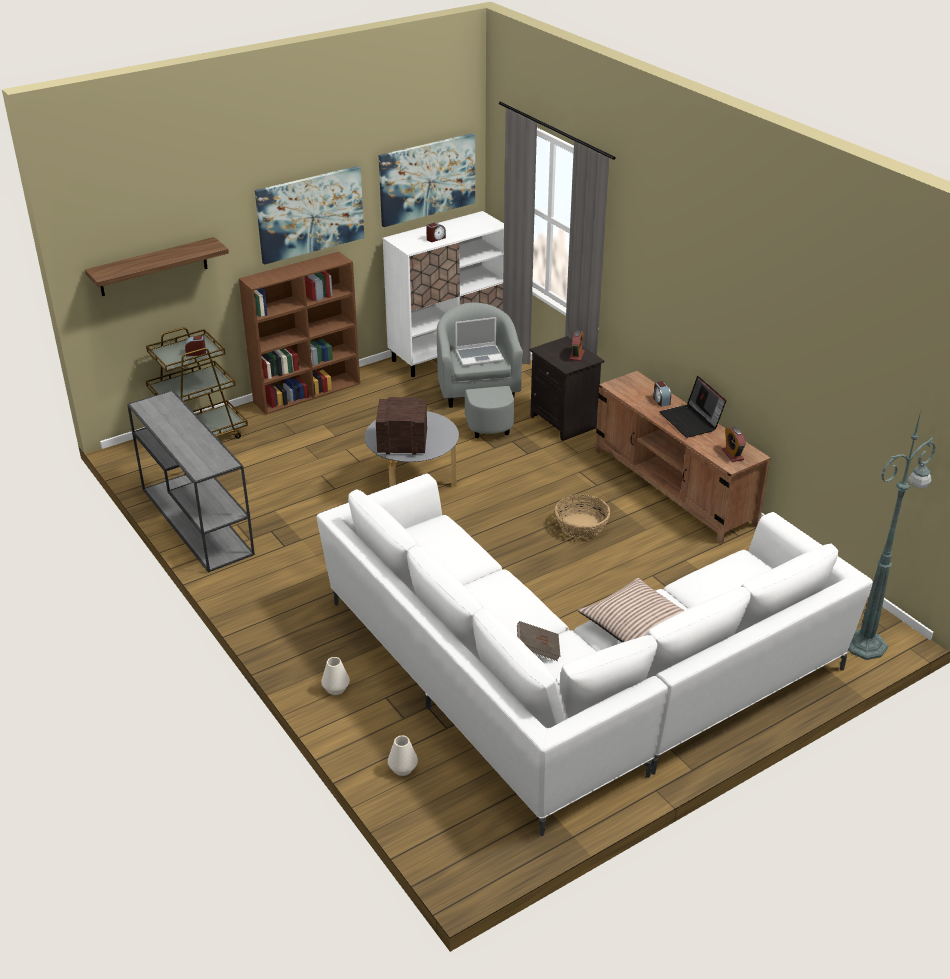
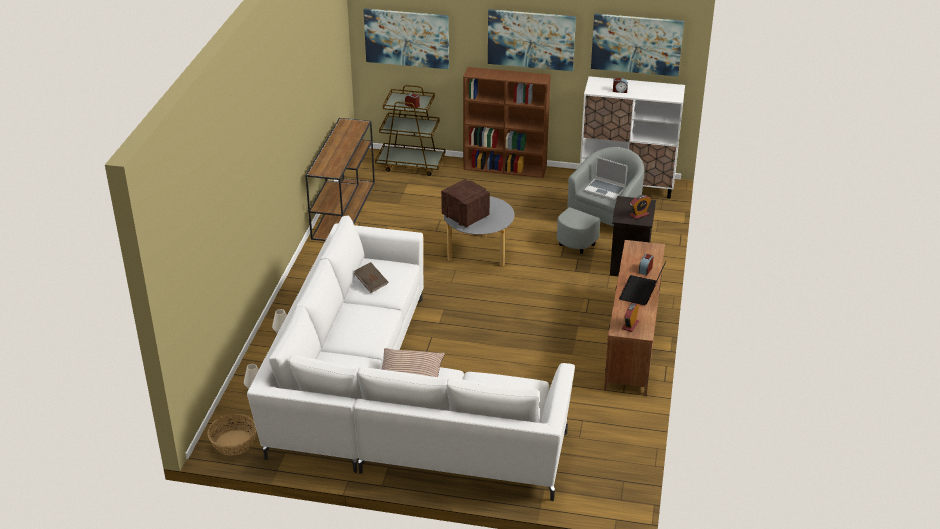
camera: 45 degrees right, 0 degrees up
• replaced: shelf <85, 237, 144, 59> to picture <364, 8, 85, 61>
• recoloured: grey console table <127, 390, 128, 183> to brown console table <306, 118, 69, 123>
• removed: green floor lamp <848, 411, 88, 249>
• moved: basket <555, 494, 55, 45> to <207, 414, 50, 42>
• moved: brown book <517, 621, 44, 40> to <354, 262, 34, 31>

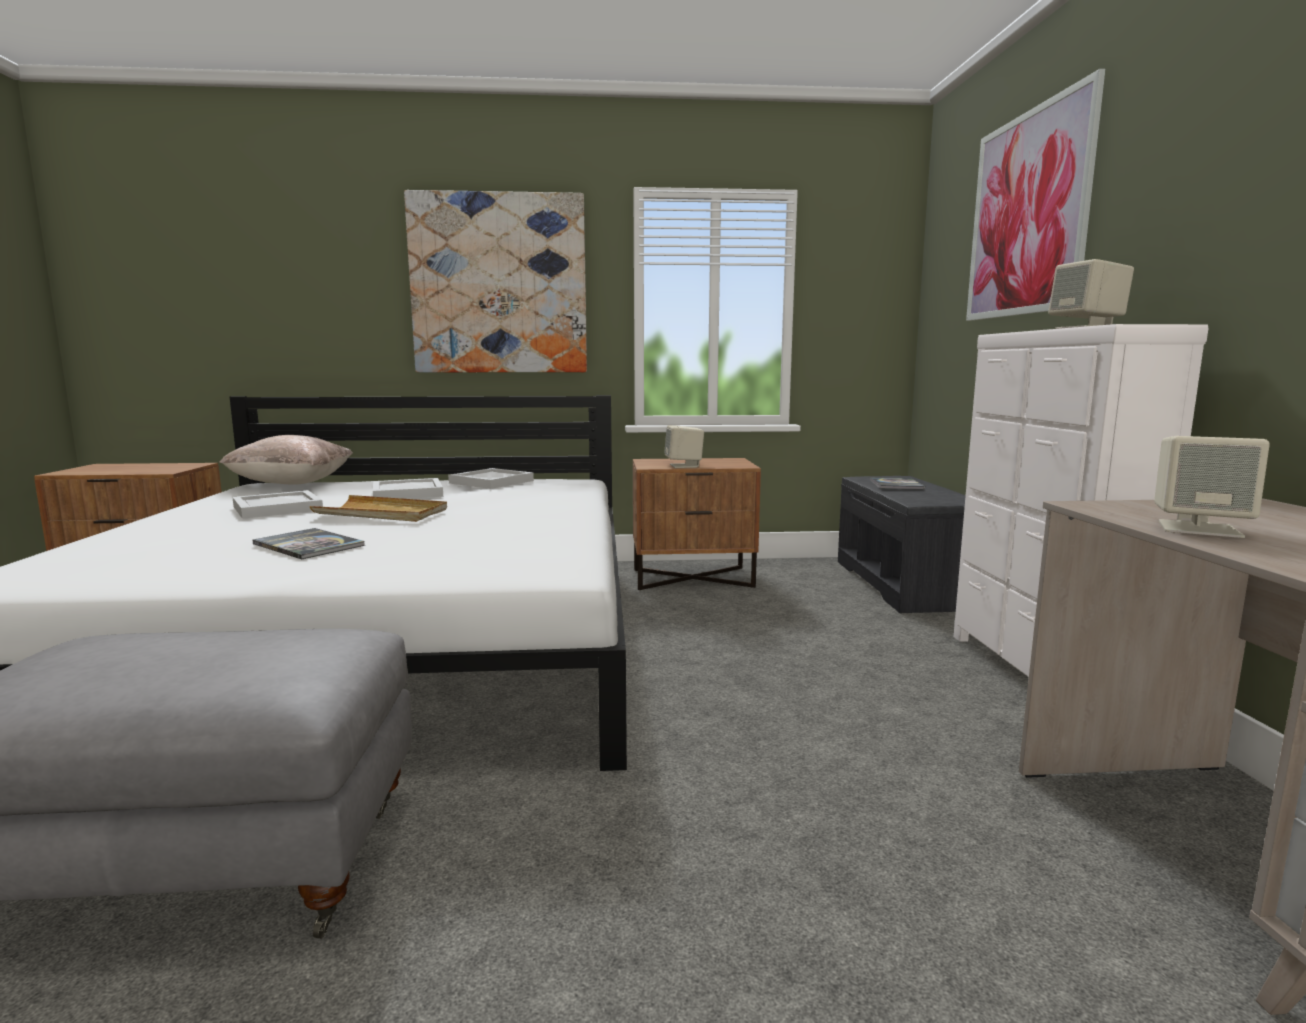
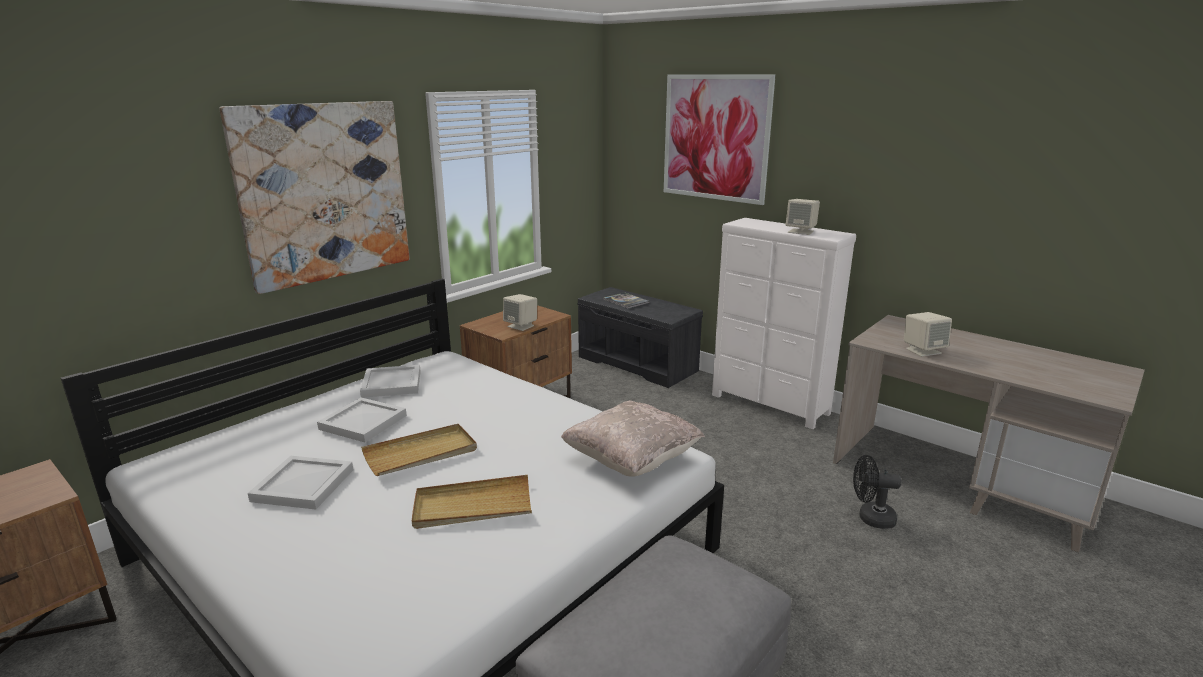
camera: 45 degrees left, 10 degrees up
• moved: beige pillow <219, 435, 134, 50> to <561, 400, 144, 77>
• replaced: book <253, 528, 112, 31> to beige tray <412, 475, 120, 54>
• added: black fan <853, 455, 49, 74>

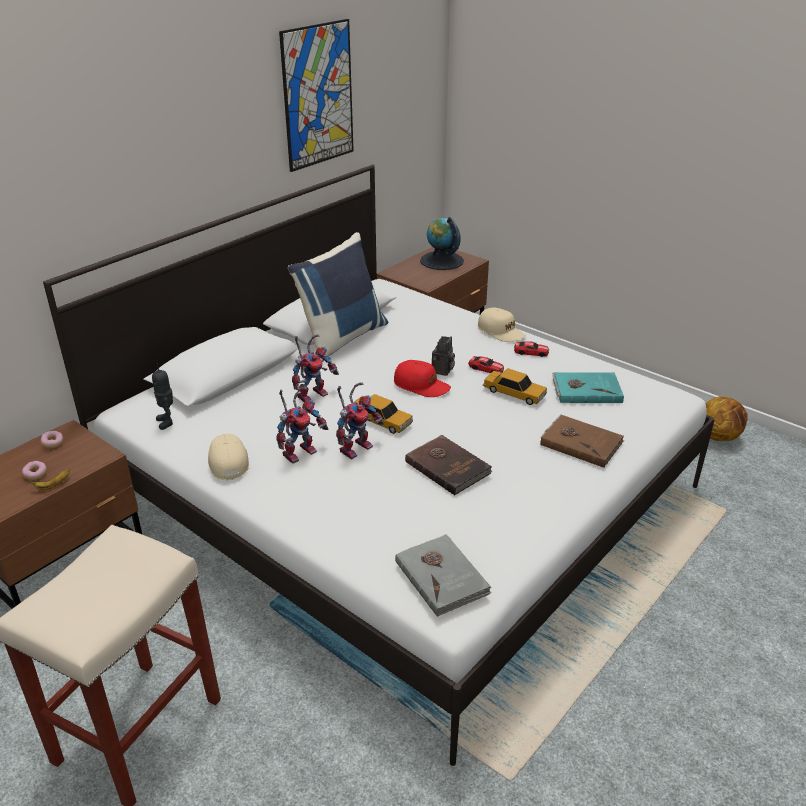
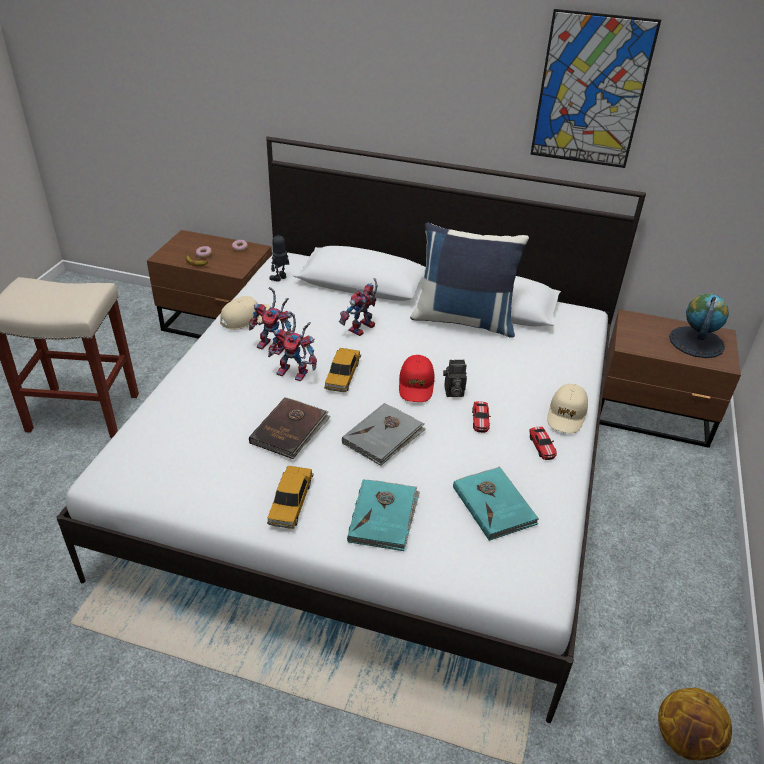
camera: 65 degrees right, 5 degrees up
• turned: toy robot <292, 334, 47, 68> = <339, 278, 39, 58> 105 degrees clockwise
• moved: toy car <483, 368, 64, 37> to <267, 466, 47, 63>
• recoloured: brown book <540, 415, 84, 53> to turquoise book <347, 479, 73, 72>
• moved: grey book <395, 534, 96, 83> to <342, 403, 84, 63>

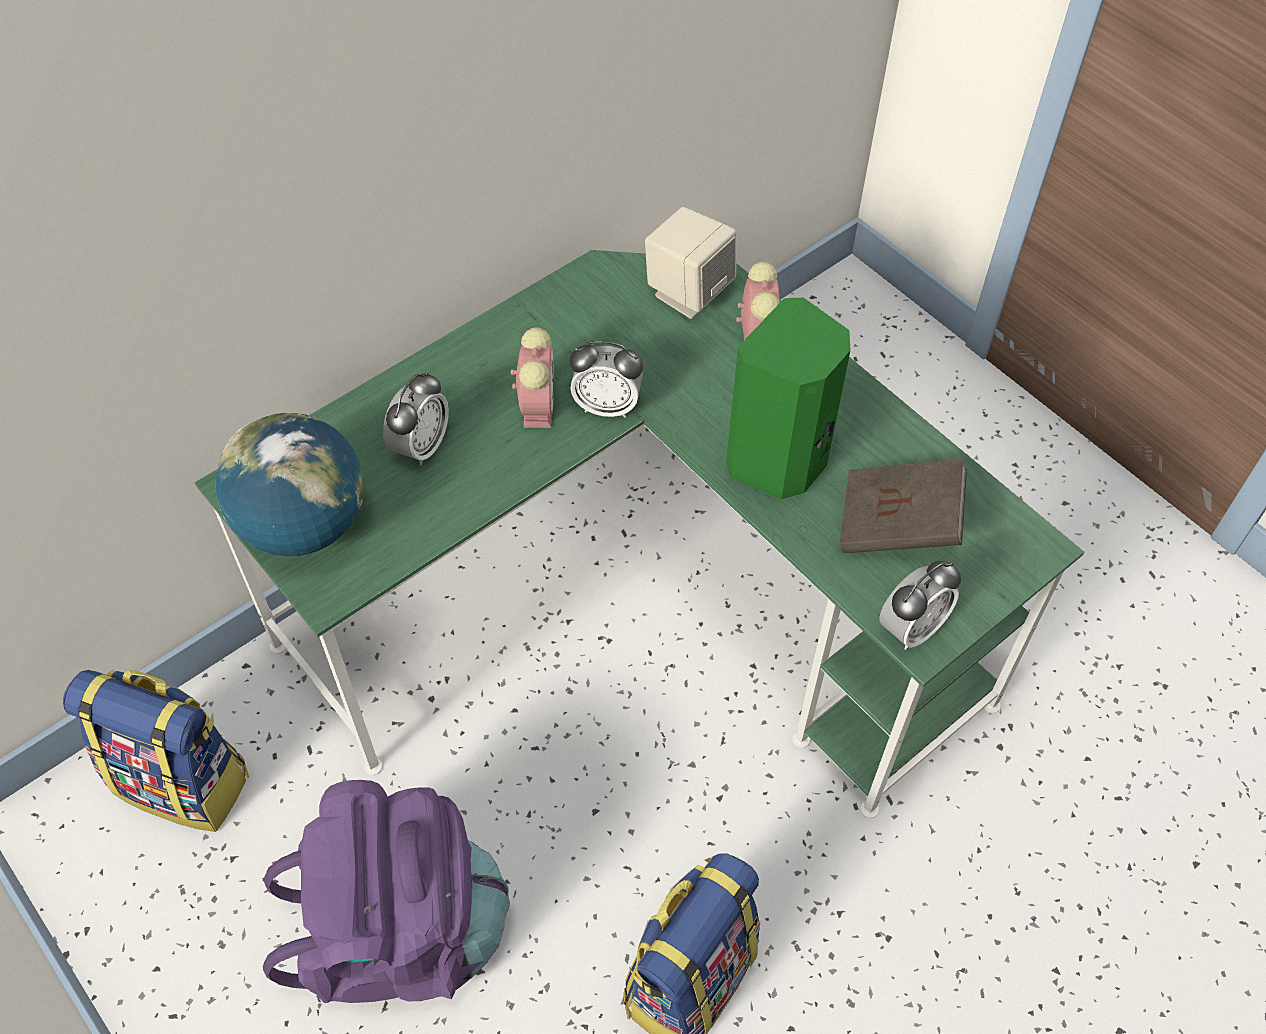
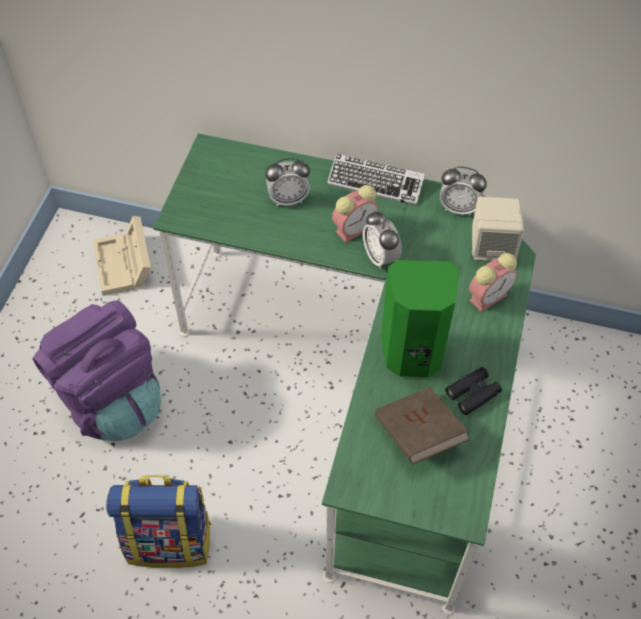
camera: 55 degrees right, 0 degrees up
• removed: globe <216, 413, 147, 143>
• moved: alarm clock <880, 561, 81, 89> to <440, 167, 47, 49>
• replaced: backpack <63, 670, 186, 162> to beige storage box <93, 216, 58, 80>
• added: keyboard <327, 153, 98, 53>
• added: black binoculars <445, 367, 57, 48>

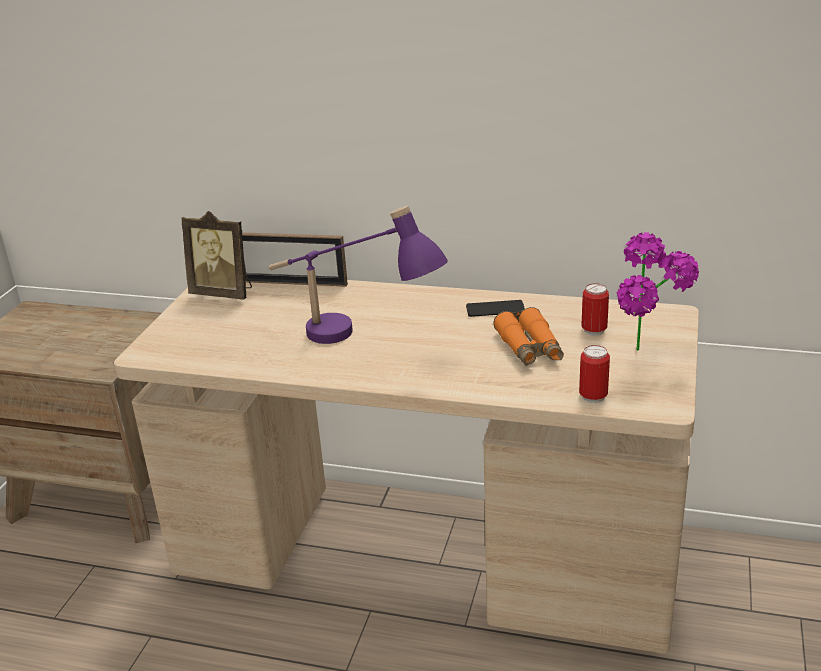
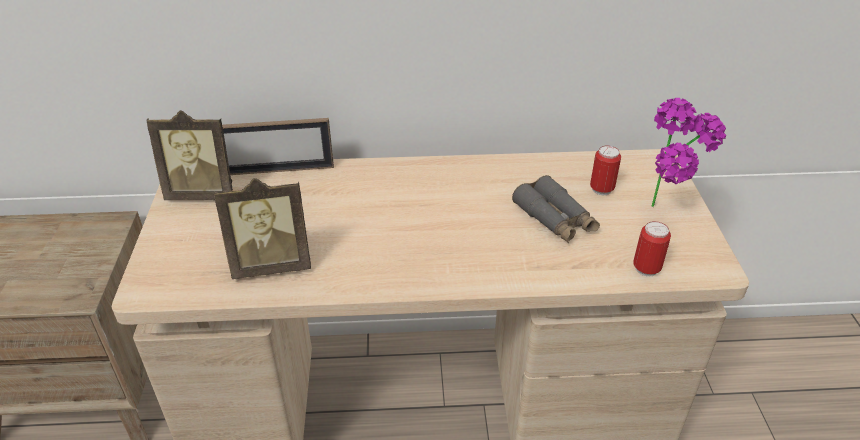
camera: 20 degrees left, 10 degrees up
• removed: purple table lamp <269, 206, 179, 138>
• removed: phone <466, 300, 59, 17>
• recoloured: orange binoculars <493, 307, 71, 59> to grey binoculars <512, 175, 88, 68>
• added: picture frame <214, 178, 97, 101>

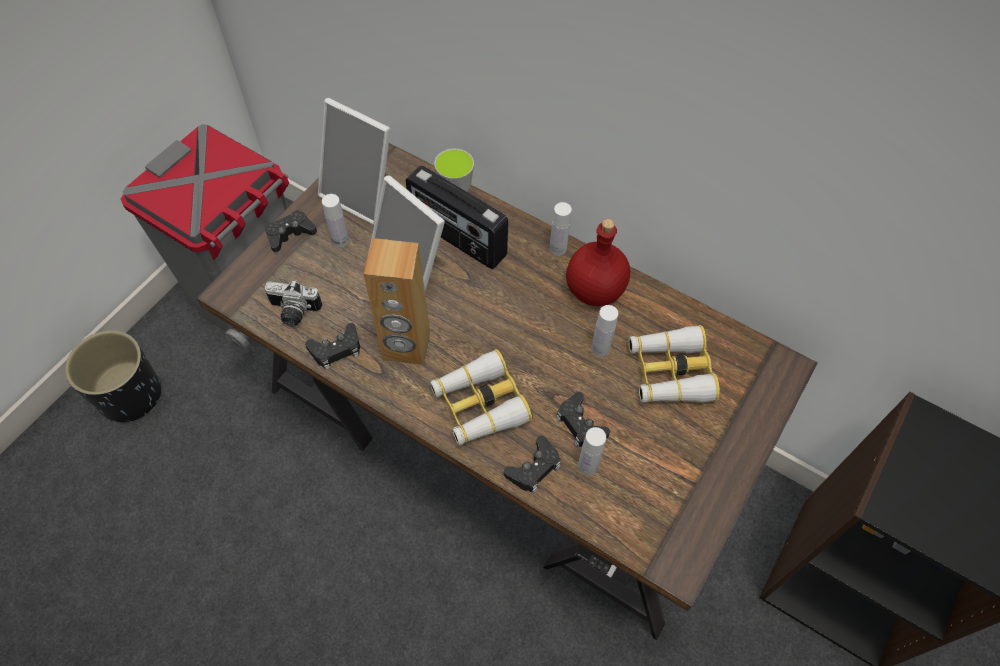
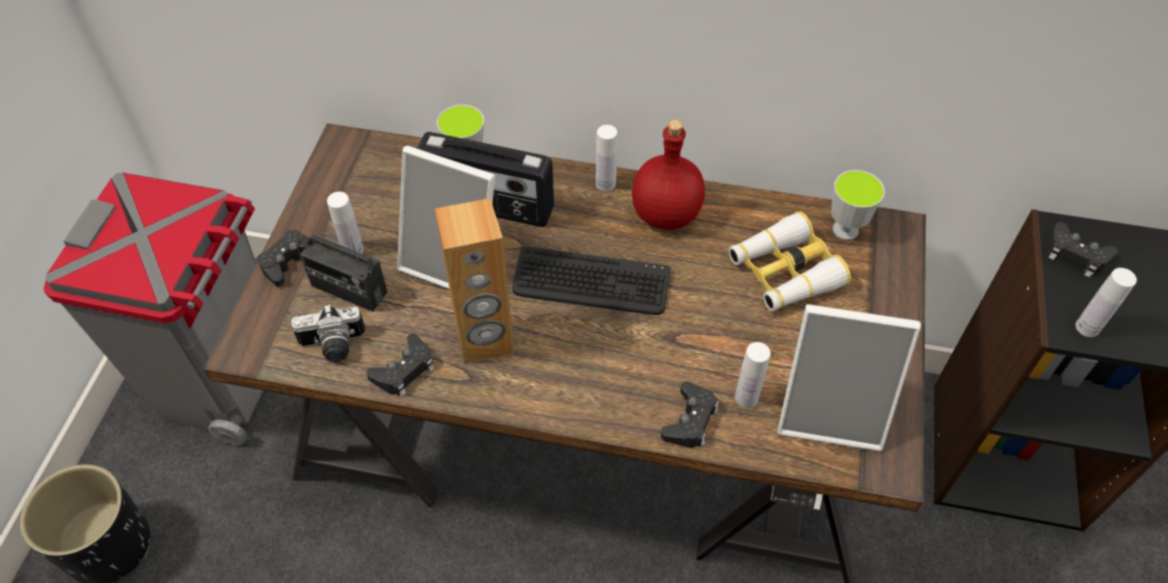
camera: 20 degrees left, 5 degrees down
• moved: picture frame <318, 98, 73, 127> to <778, 304, 143, 147>
• moved: white bottle <591, 305, 27, 51> to <1075, 268, 62, 69>
• removed: binoculars <430, 349, 103, 96>
• moved: black game controller <556, 392, 54, 55> to <1047, 222, 71, 56>
• added: cup <831, 170, 54, 70>
• added: radio <300, 235, 87, 77>
• added: keyboard <512, 246, 159, 69>

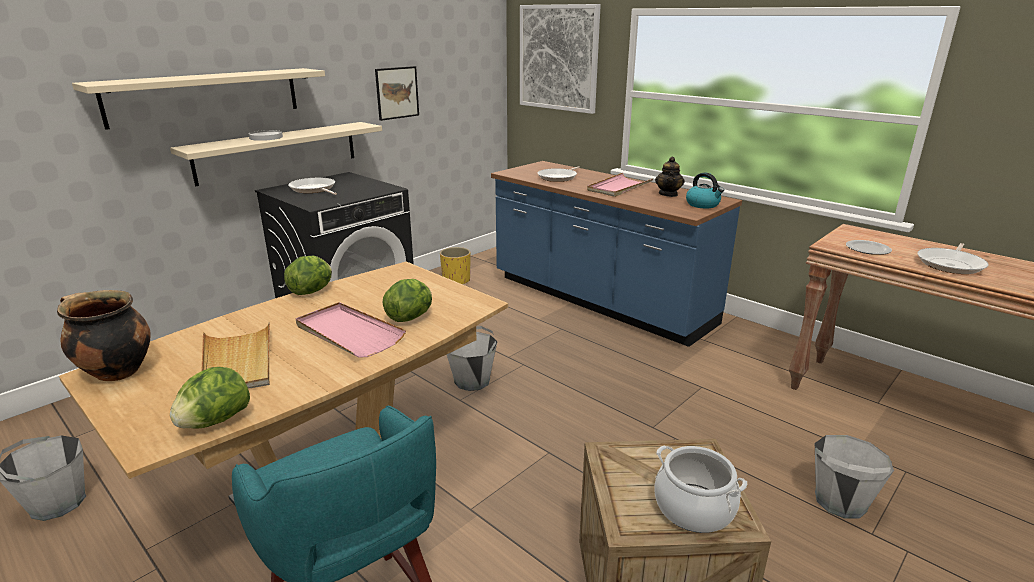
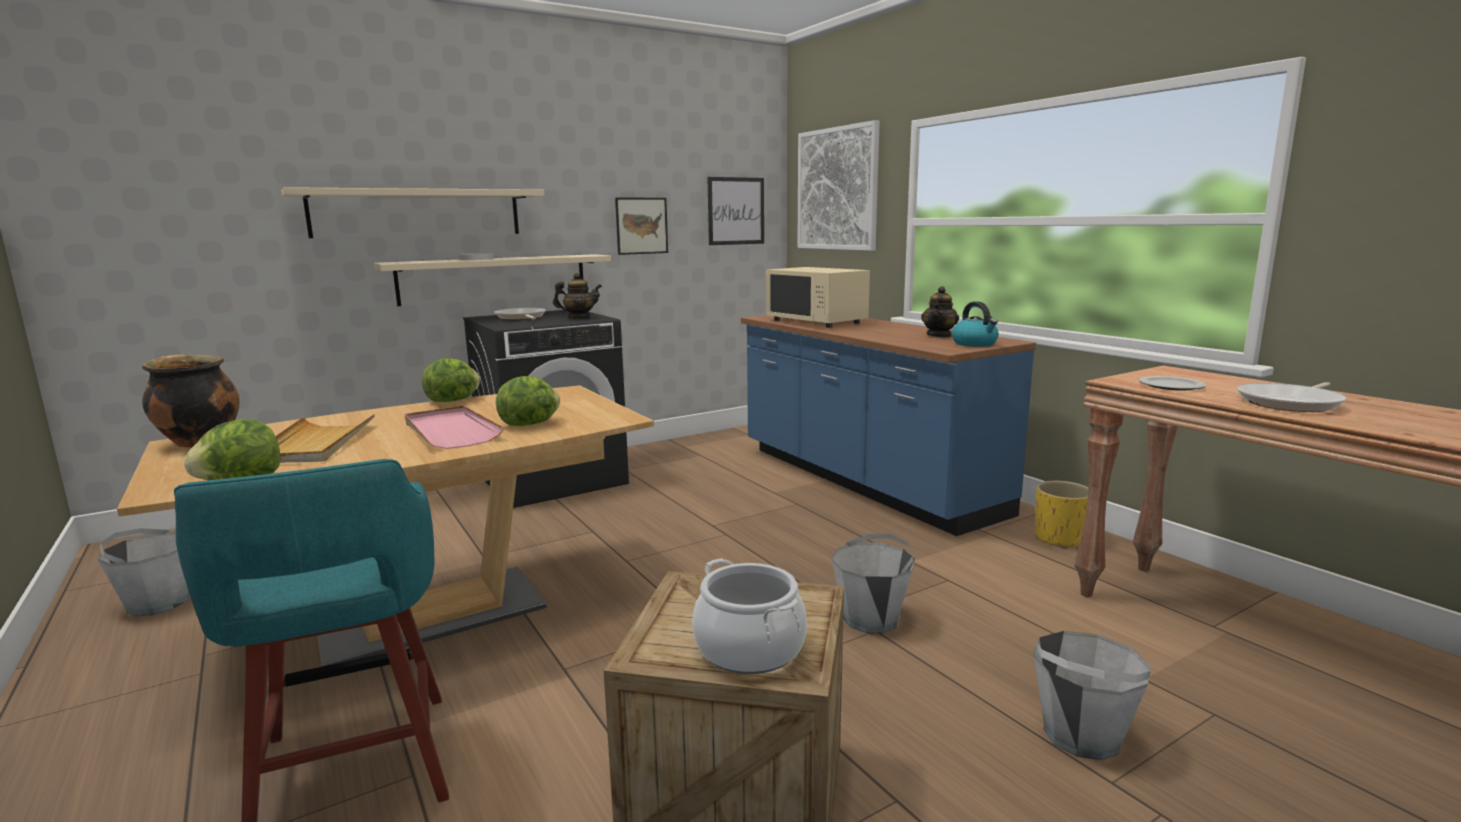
camera: 15 degrees right, 10 degrees down
• replaced: frying pan <538, 166, 42, 16> to beige microwave <766, 267, 104, 61>
• removed: pink tray <587, 173, 67, 24>
• moved: yellow planter <440, 247, 30, 37> to <1035, 481, 54, 68>
• moved: grey bucket <447, 326, 51, 65> to <832, 534, 83, 99>
• added: picture <707, 177, 57, 68>
• added: teapot <553, 273, 49, 45>

